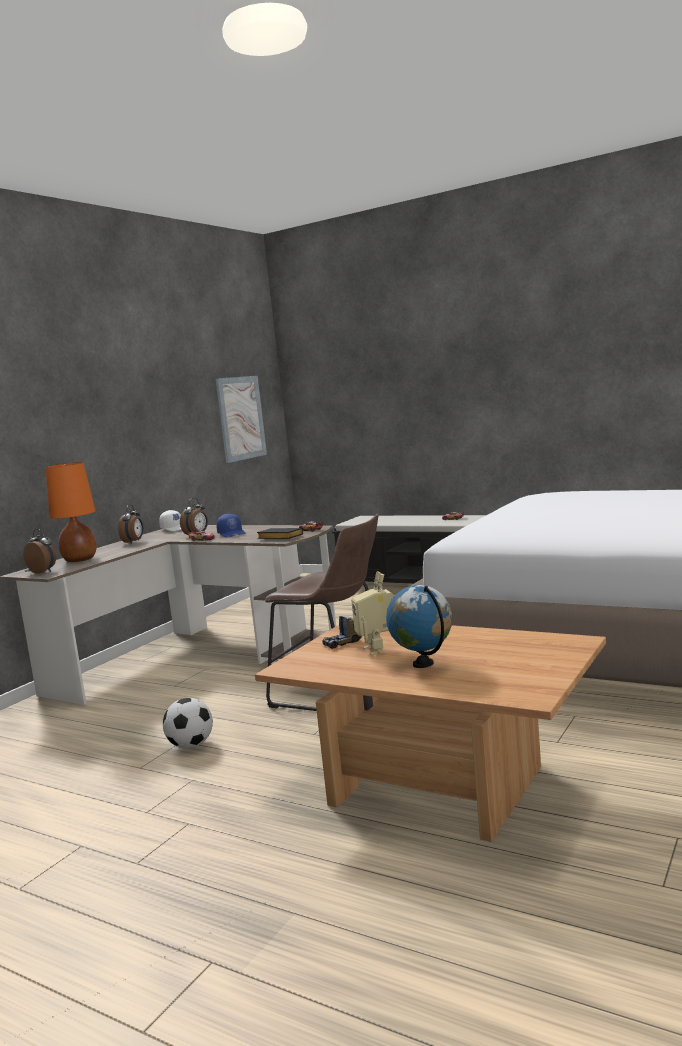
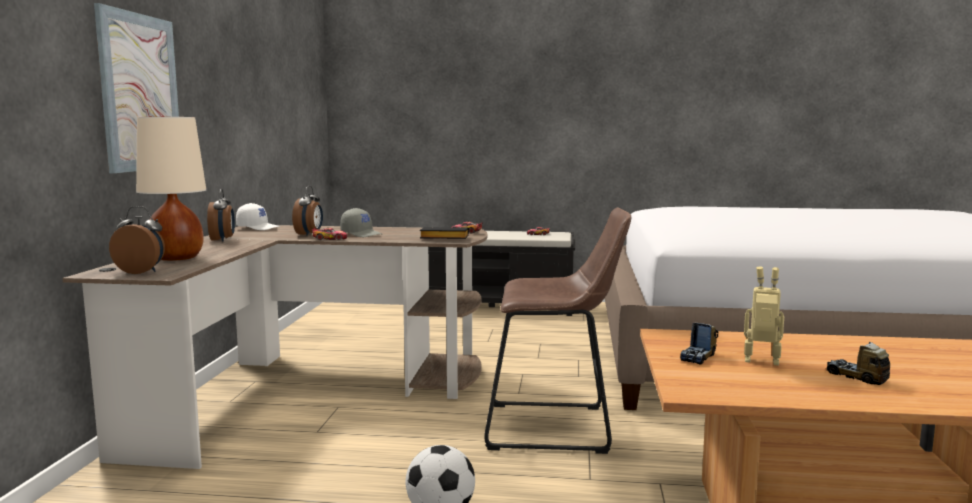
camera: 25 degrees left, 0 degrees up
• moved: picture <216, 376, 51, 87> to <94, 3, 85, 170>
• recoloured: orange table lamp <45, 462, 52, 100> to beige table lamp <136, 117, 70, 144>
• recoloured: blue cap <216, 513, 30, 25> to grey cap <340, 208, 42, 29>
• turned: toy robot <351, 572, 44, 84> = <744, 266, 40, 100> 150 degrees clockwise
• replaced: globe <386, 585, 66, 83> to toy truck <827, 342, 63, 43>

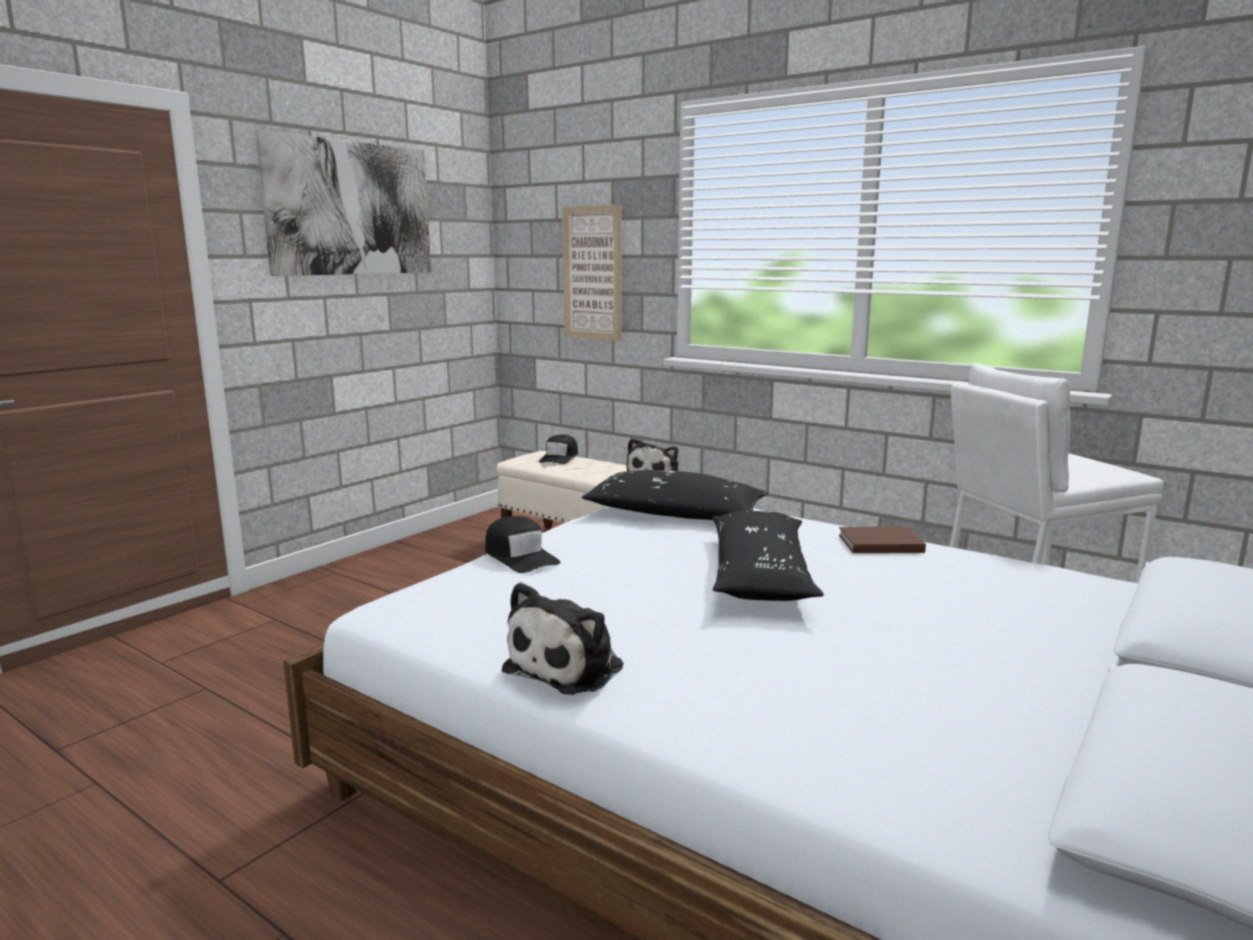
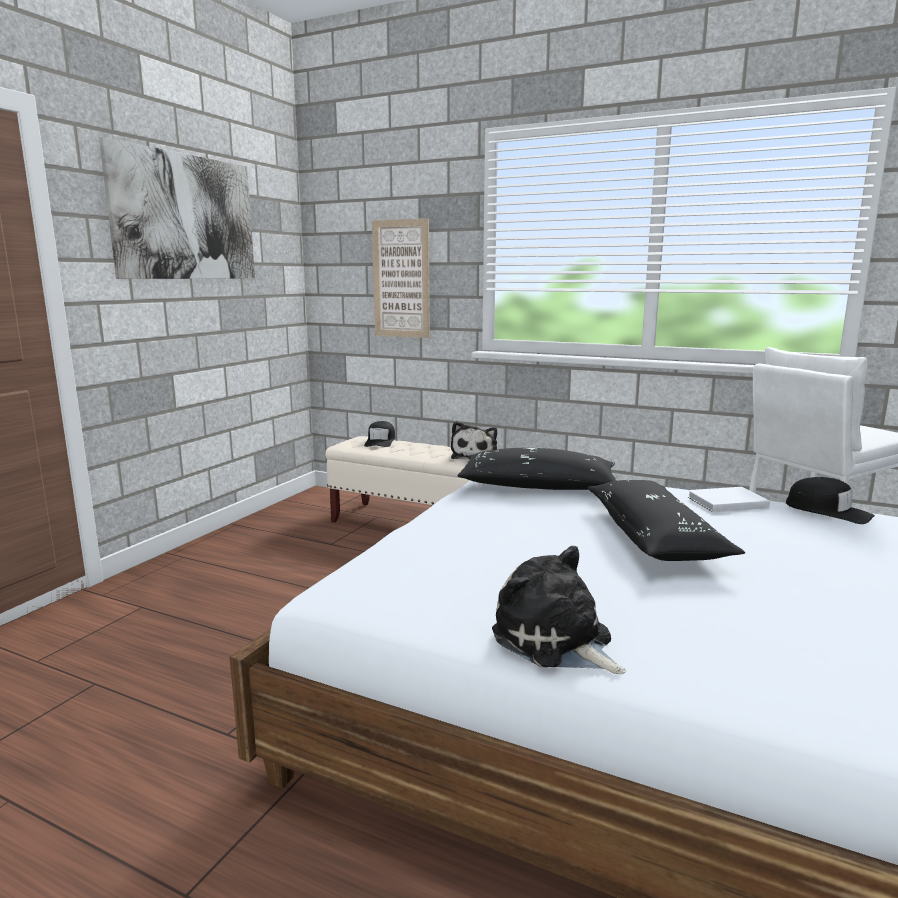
camera: 10 degrees left, 0 degrees up
• moved: black cap <485, 516, 75, 57> to <786, 477, 89, 47>
• recoloured: brown book <839, 527, 87, 26> to white book <688, 487, 82, 25>
• turned: plush toy <502, 582, 121, 113> = <492, 546, 134, 128> 120 degrees clockwise

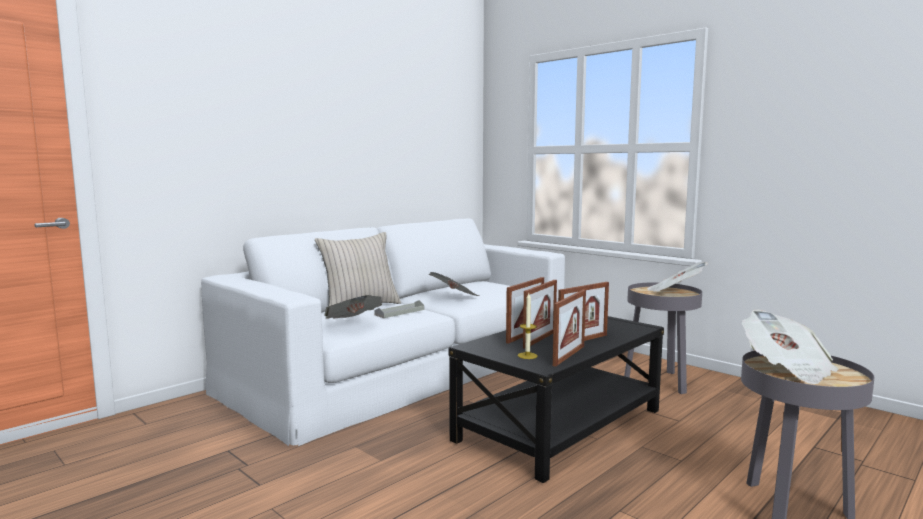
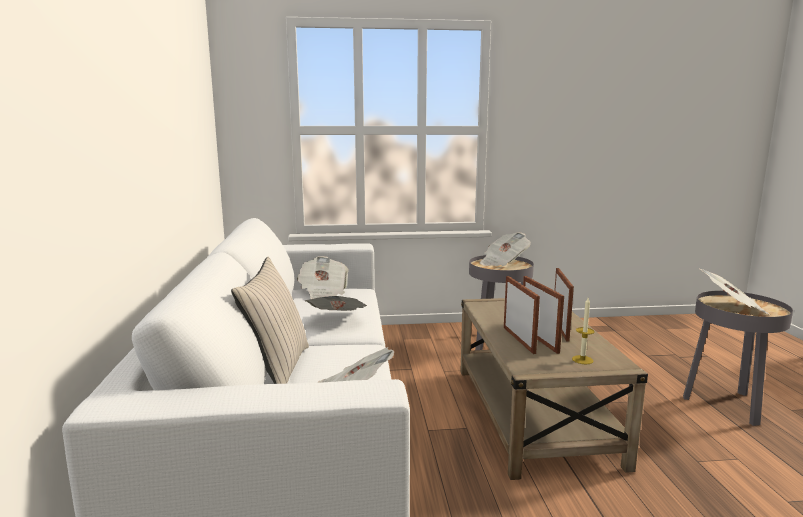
camera: 50 degrees left, 5 degrees up
• removed: picture frame <553, 290, 33, 77>
• removed: grey tray <375, 300, 49, 18>
• recoloured: black coffee table <449, 316, 215, 167> to beige coffee table <460, 298, 188, 182>
• added: newspaper <297, 256, 52, 43>

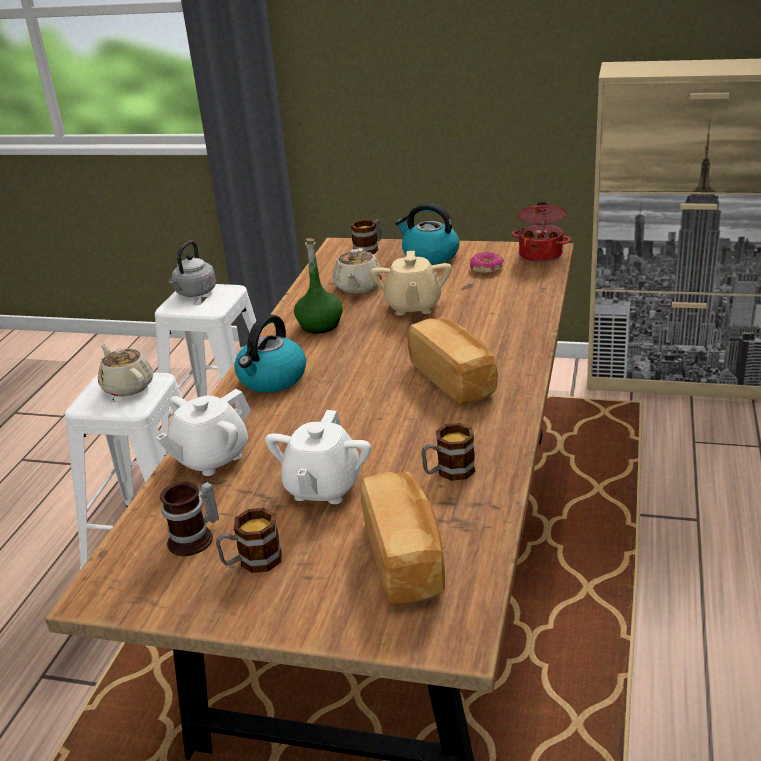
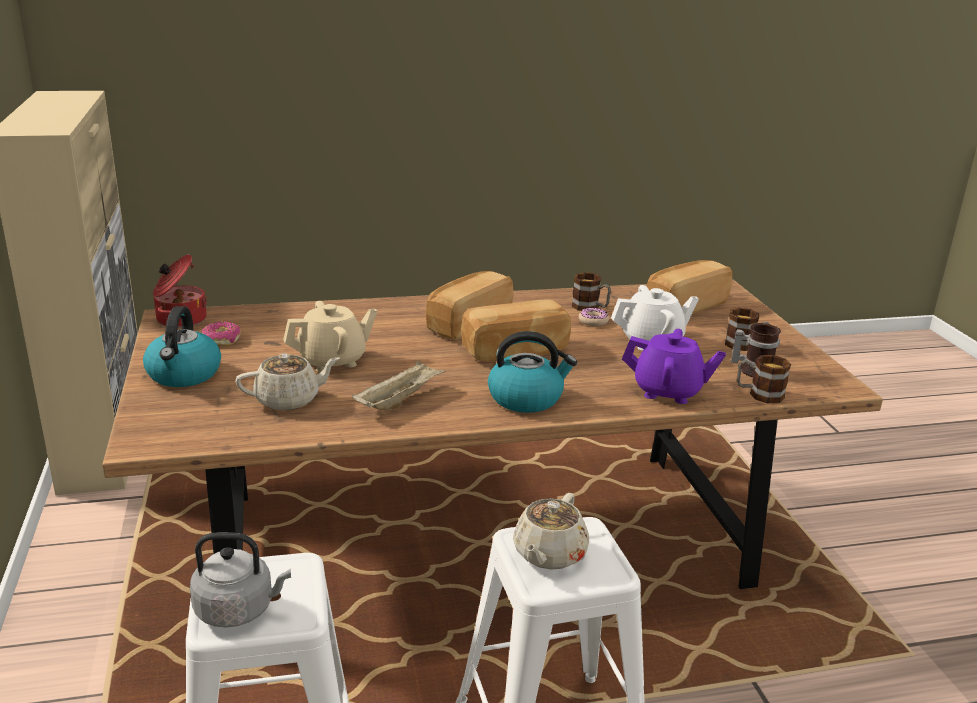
camera: 120 degrees left, 5 degrees down
• moved: mug <351, 220, 31, 34> to <737, 355, 54, 48>
• replaced: green bottle <294, 238, 49, 96> to beige tray <352, 360, 93, 50>
• recoloured: white teapot <156, 389, 95, 87> to purple teapot <622, 329, 104, 75>
• added: bread <461, 300, 110, 61>
• added: donut <579, 308, 30, 18>

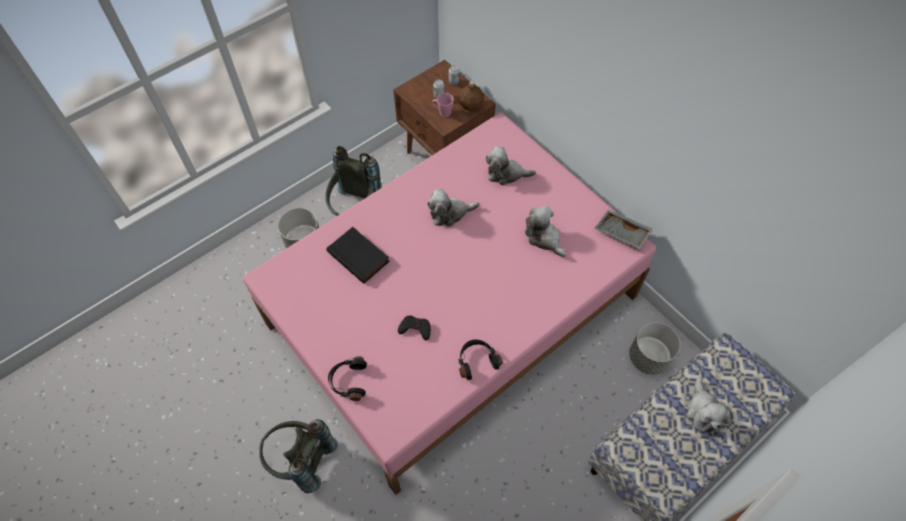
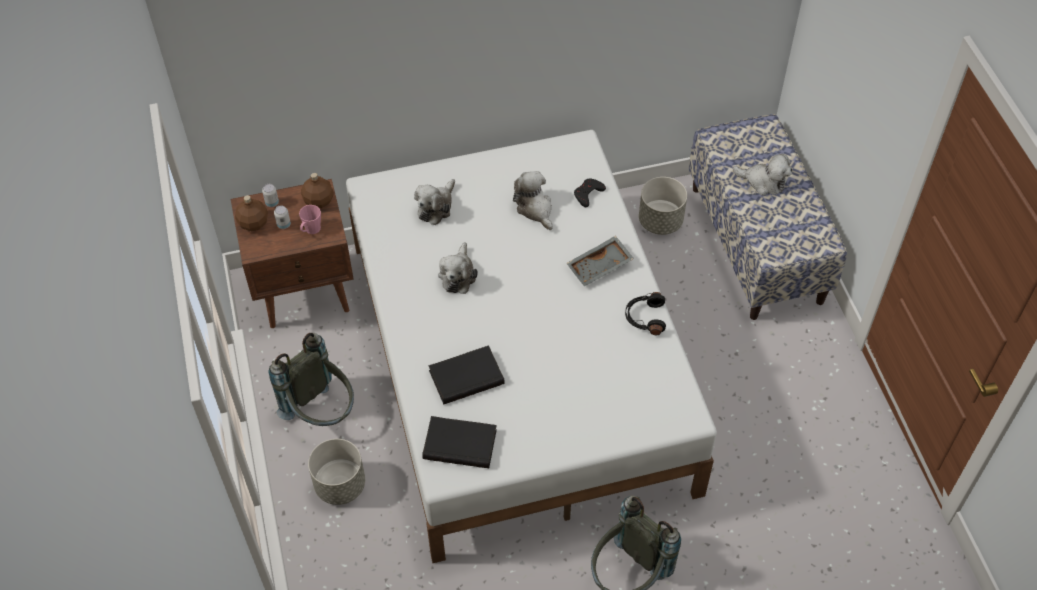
camera: 65 degrees left, 5 degrees down
• recoloured: pink bed <243, 112, 413, 383> to white bed <346, 130, 371, 433>
• turned: plush toy <525, 206, 41, 51> = <513, 171, 40, 59> 75 degrees clockwise
• moved: grey tray <594, 209, 60, 40> to <567, 236, 67, 50>
• moved: black game controller <398, 315, 33, 25> to <574, 178, 32, 29>
• removed: black headphones <328, 357, 39, 44>
• added: brown bottle <235, 195, 33, 36>
• added: black book <422, 416, 75, 52>

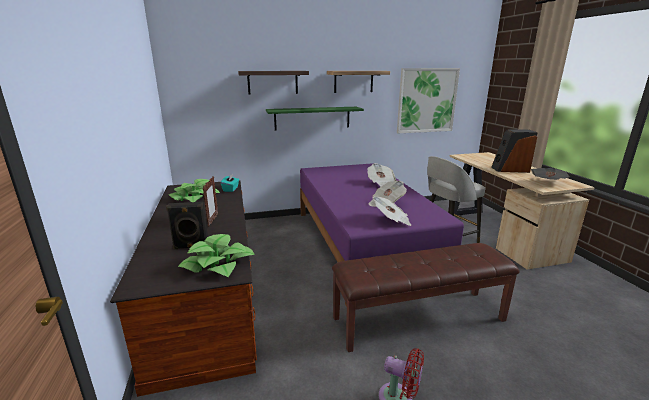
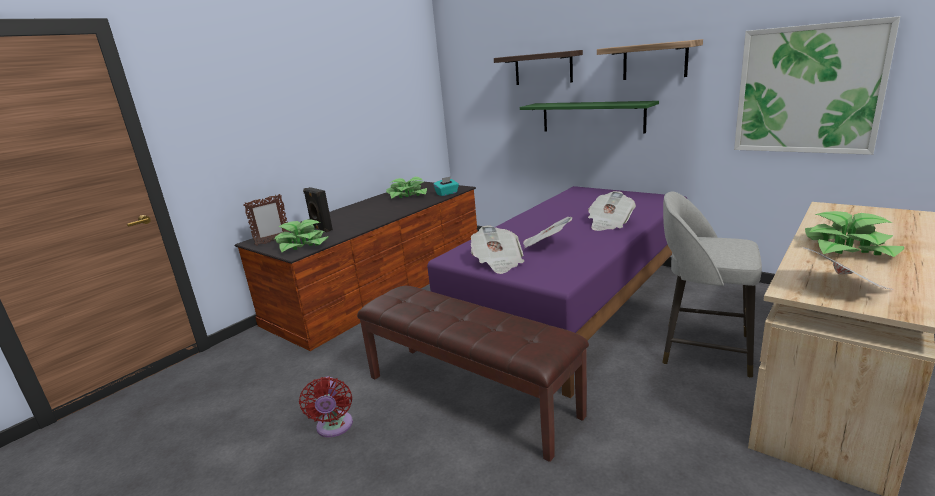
camera: 55 degrees right, 0 degrees up
• replaced: speaker <491, 129, 47, 44> to potted plant <805, 211, 99, 46>
• moved: picture frame <203, 176, 15, 51> to <243, 194, 46, 52>

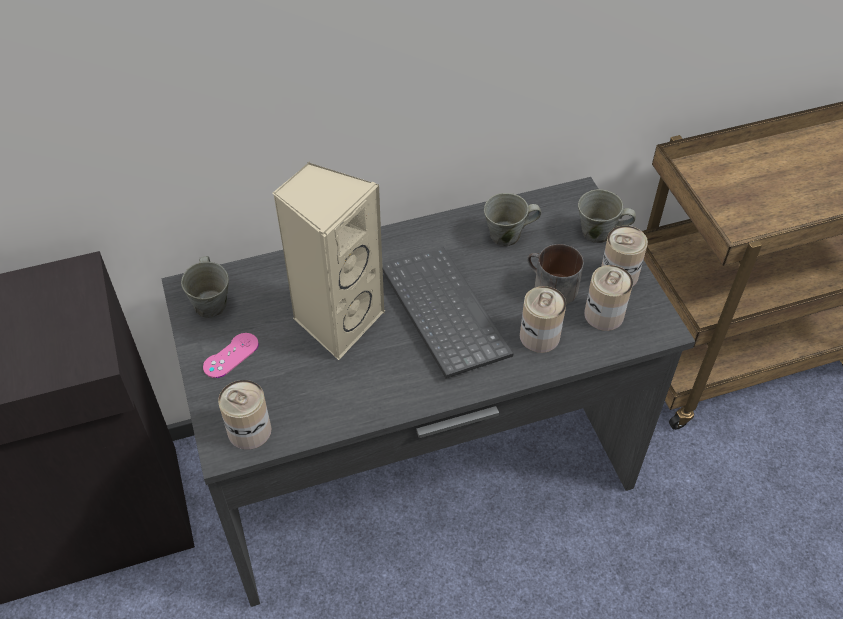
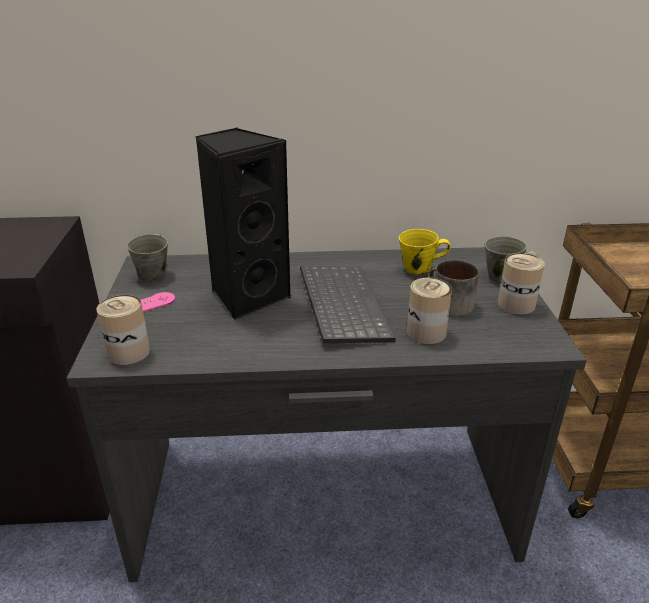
camera: 15 degrees right, 20 degrees down
• recoloured: beige speaker <273, 161, 112, 199> to black speaker <195, 128, 96, 193>
• recoloured: grey mug <484, 193, 57, 53> to yellow mug <399, 229, 52, 46>
• removed: can <584, 265, 49, 66>

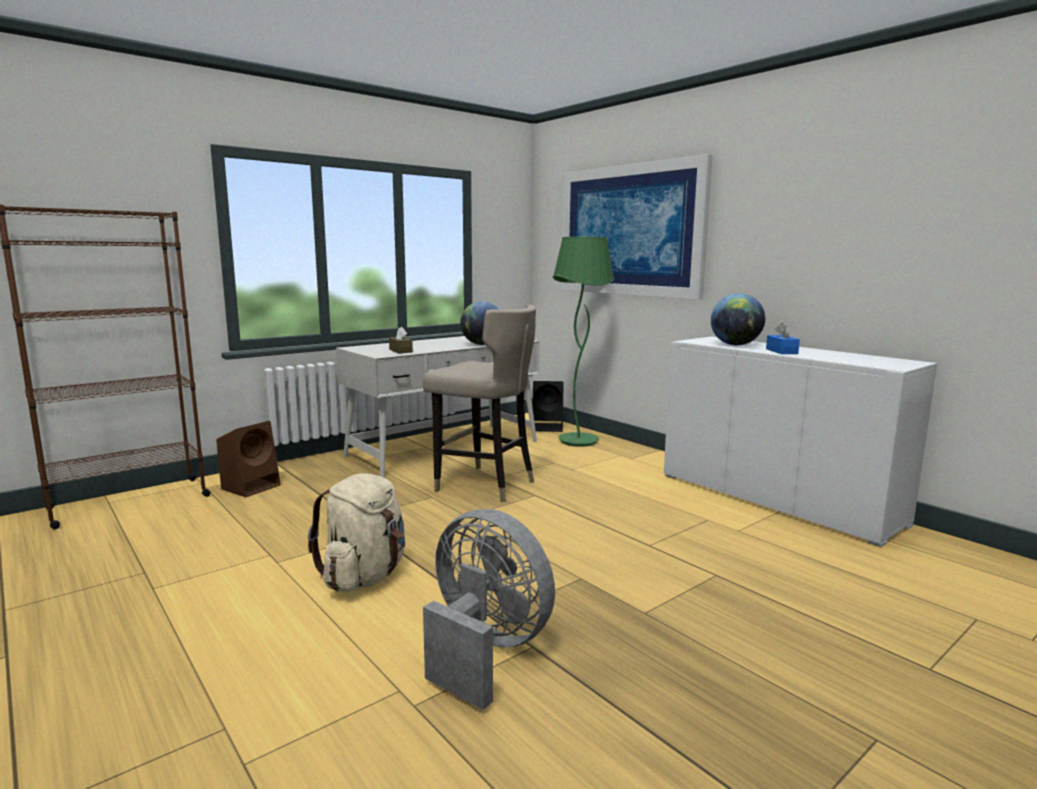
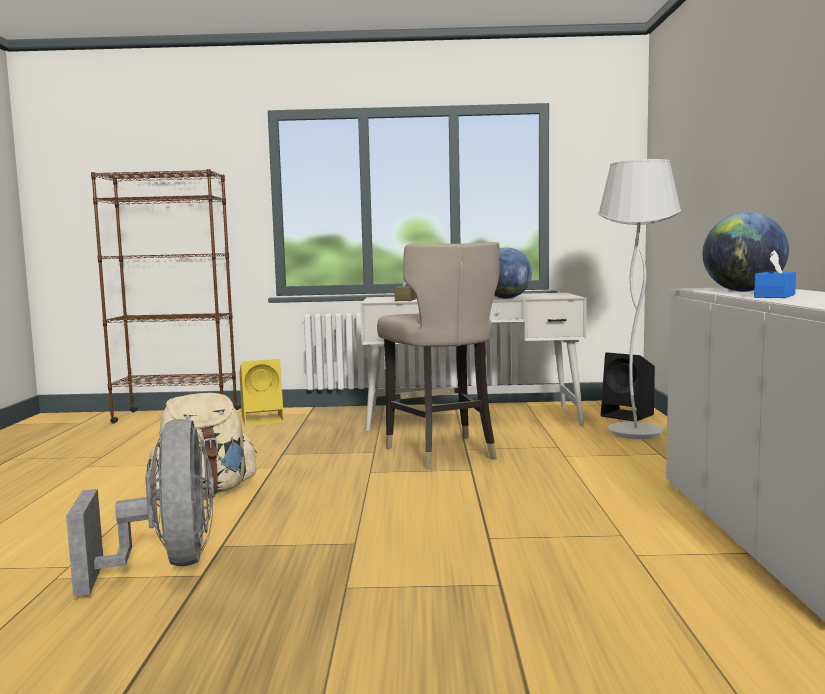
camera: 40 degrees right, 5 degrees down
• removed: picture <561, 154, 152, 146>
• recoloured: green floor lamp <553, 237, 61, 210> to white floor lamp <598, 159, 83, 280>
• recoloured: brown speaker <216, 421, 65, 76> to yellow speaker <239, 359, 45, 67>

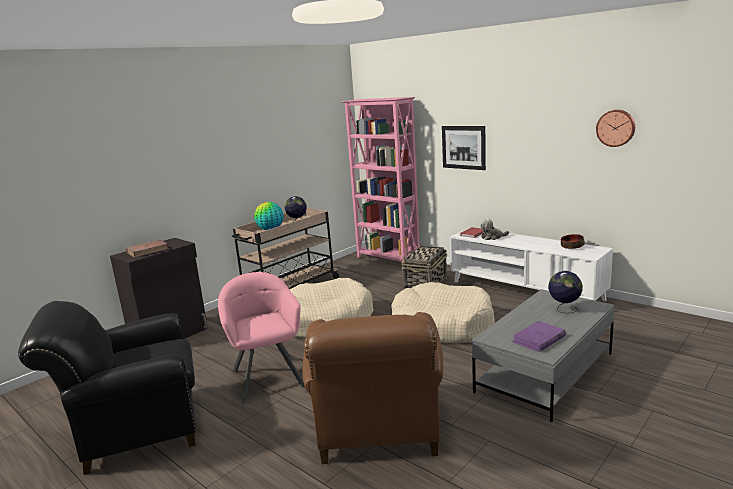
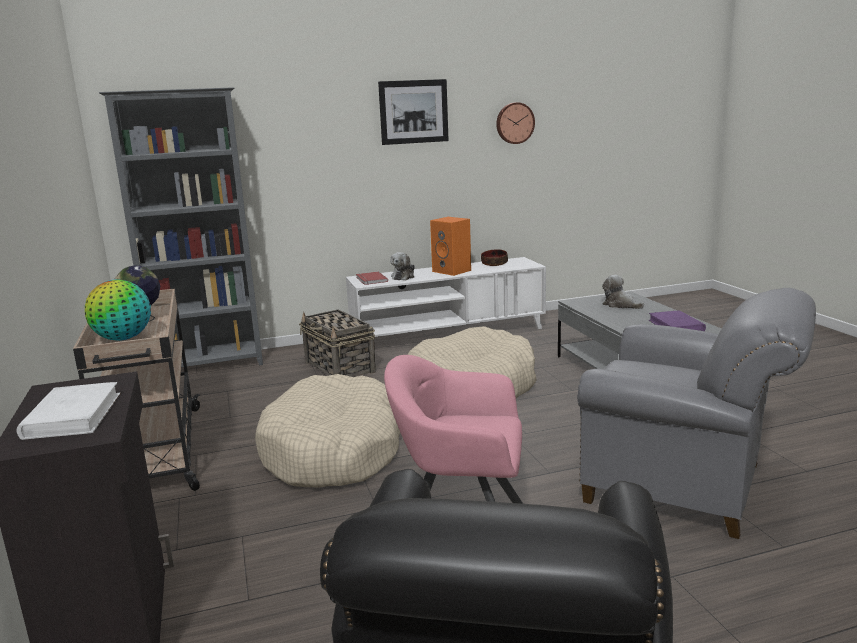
camera: 60 degrees left, 0 degrees up
• recoloured: pink bookcase <342, 97, 78, 165> to grey bookcase <99, 87, 164, 280>
• moved: picture <442, 126, 44, 44> to <378, 79, 71, 66>
• recoloured: brown book <126, 240, 43, 18> to white book <16, 382, 105, 58>
• replaced: globe <548, 271, 35, 42> to plush toy <602, 275, 42, 34>
• recoloured: brown armchair <302, 312, 141, 152> to grey armchair <577, 288, 239, 251>
• added: orange speaker <430, 217, 41, 59>

